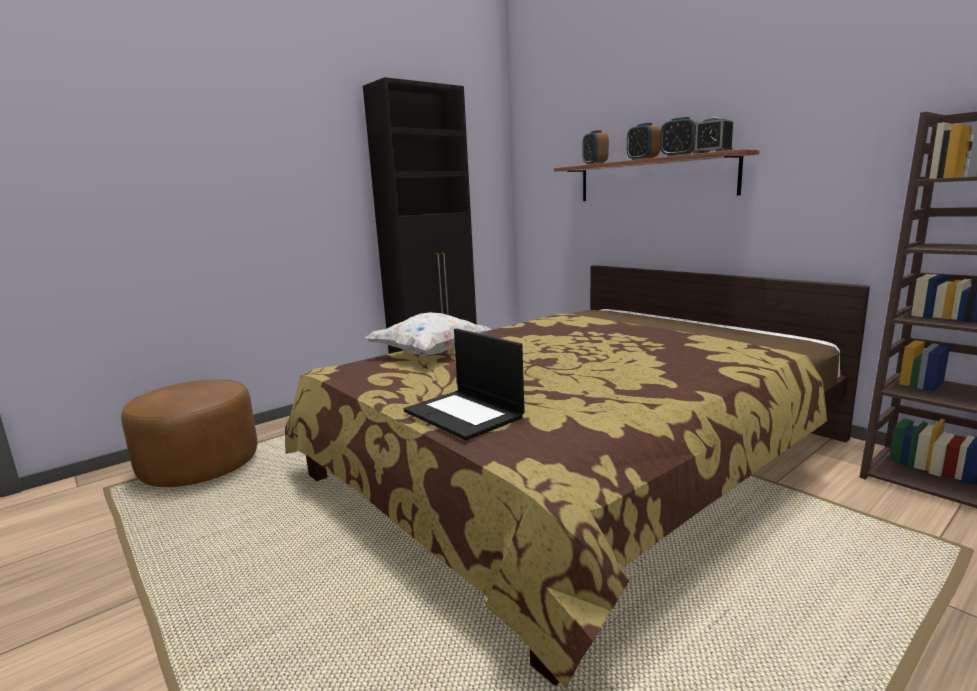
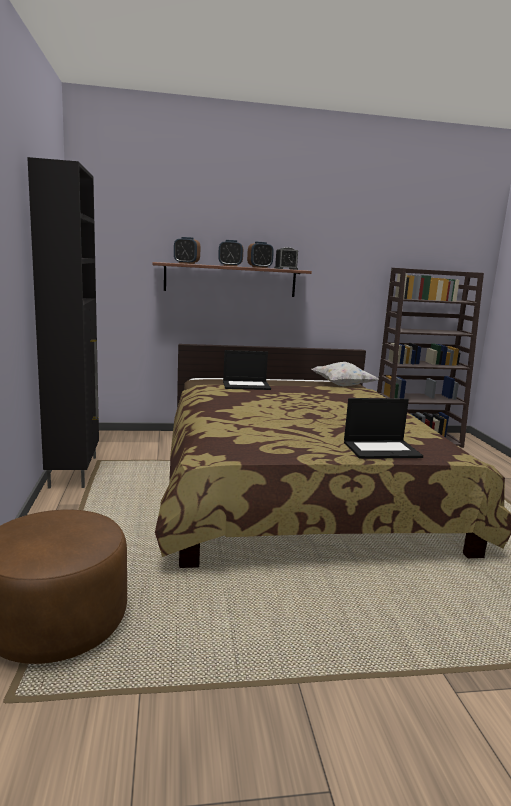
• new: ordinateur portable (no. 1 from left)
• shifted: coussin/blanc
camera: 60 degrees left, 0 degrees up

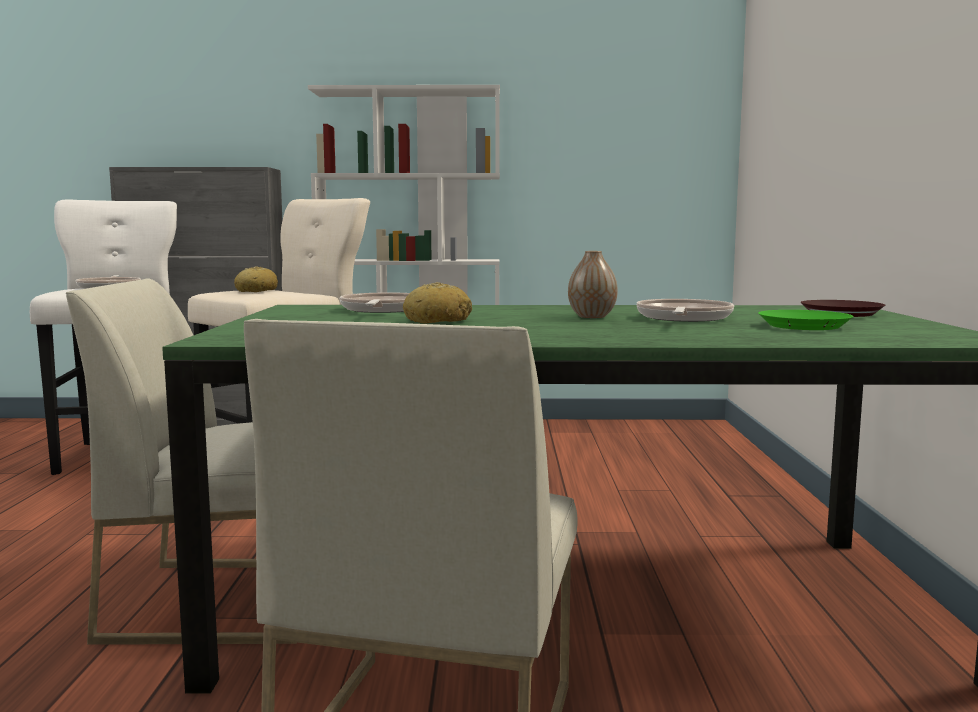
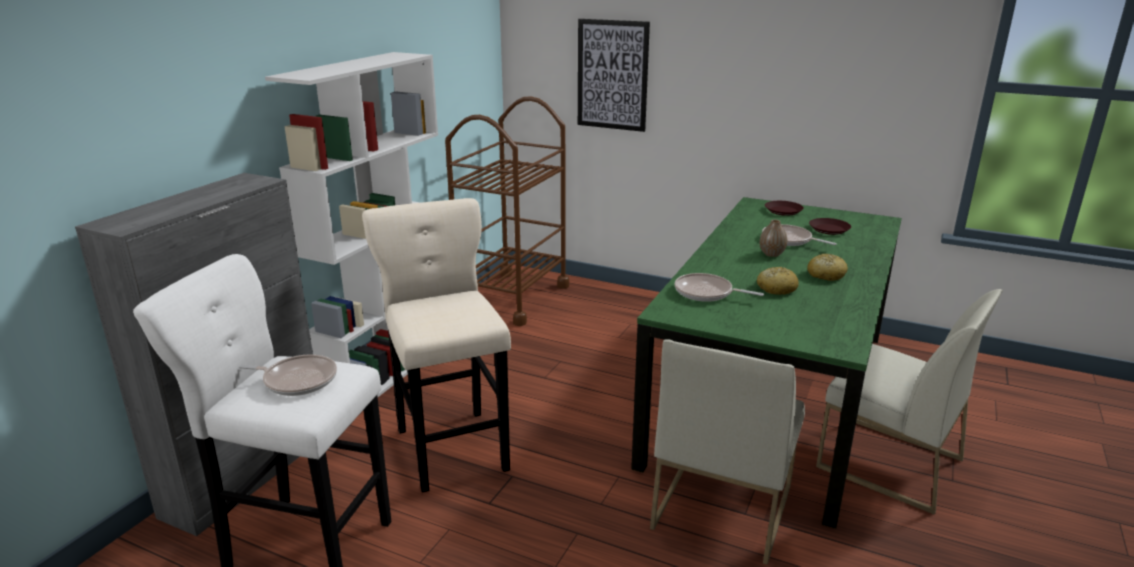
• new: chariot/marron
• new: tableau
• shifted: pain (no. 1 from left in the first image) to pain (no. 2 from left)
• repainted: assiette/vert to assiette/marron (no. 2 from left)
camera: 65 degrees left, 15 degrees up

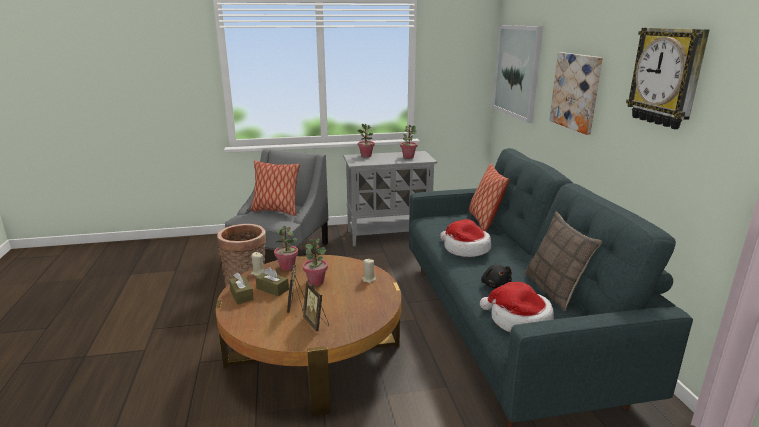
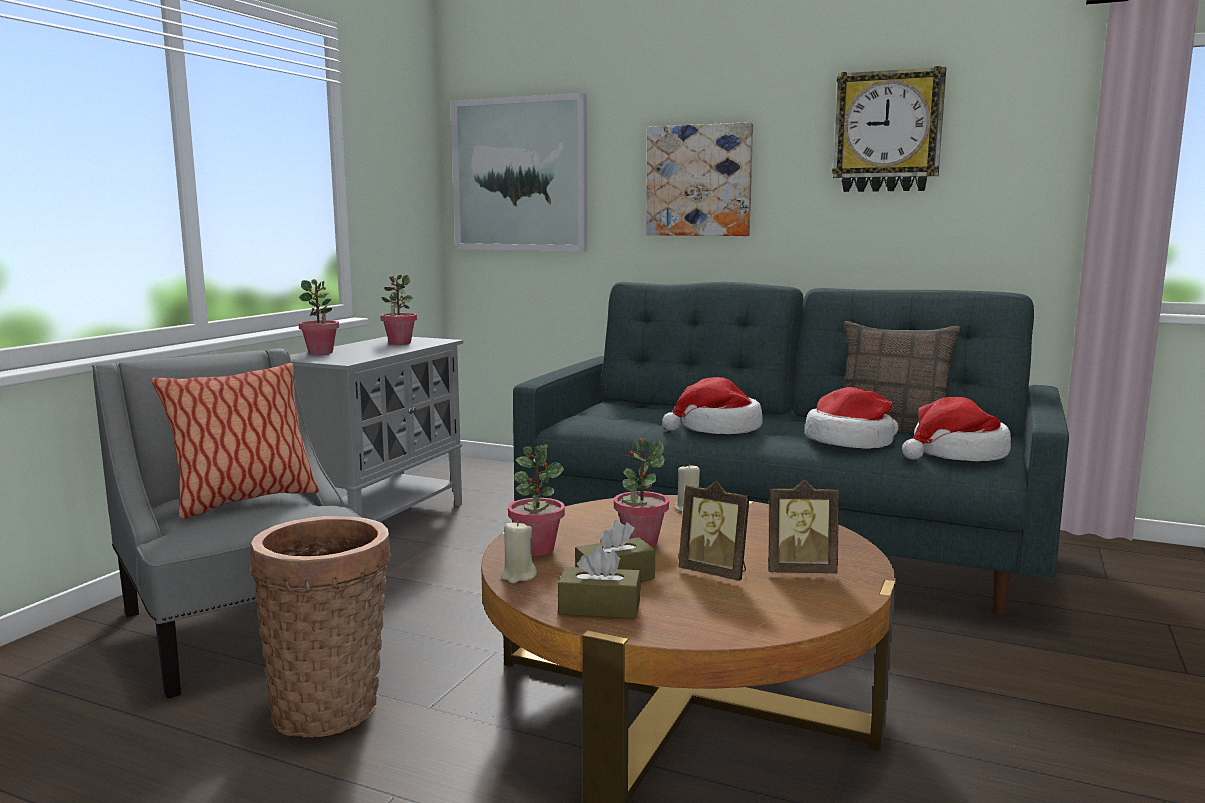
• gone: coussin (no. 2 from left)
• swapped: peluche/noir to chapeau (no. 2 from left)
camera: 55 degrees left, 10 degrees down

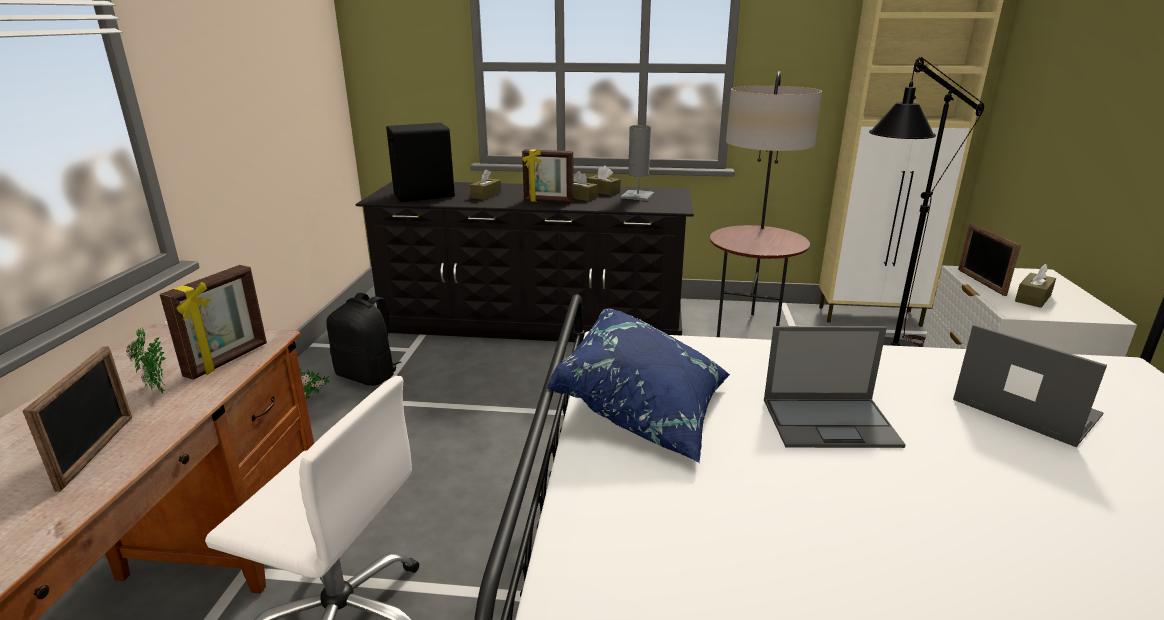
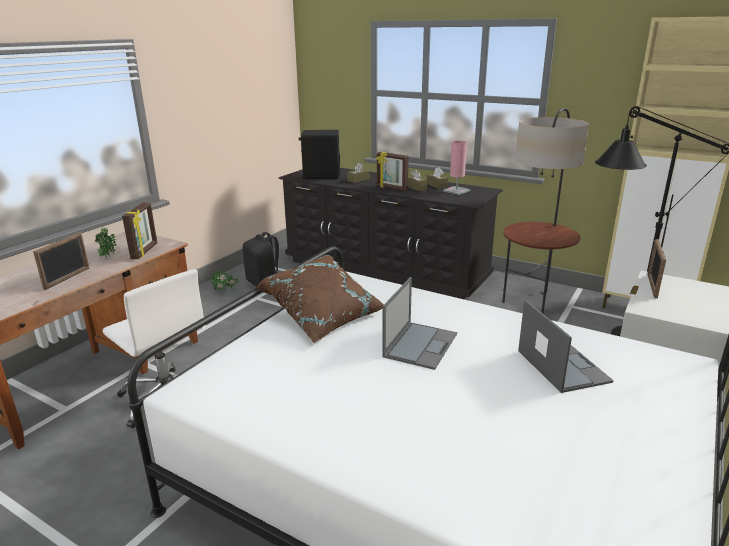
• gone: boîte à mouchoirs/marron (no. 4 from left)
• repainted: coussin/bleu to coussin/marron
• repainted: lampe de table/gris to lampe de table/rose
• rotated: cadre photo (no. 2 from left) 45 degrees counterclockwise
• rotated: ordinateur portable (no. 1 from left) 90 degrees counterclockwise
camera: 25 degrees right, 0 degrees up

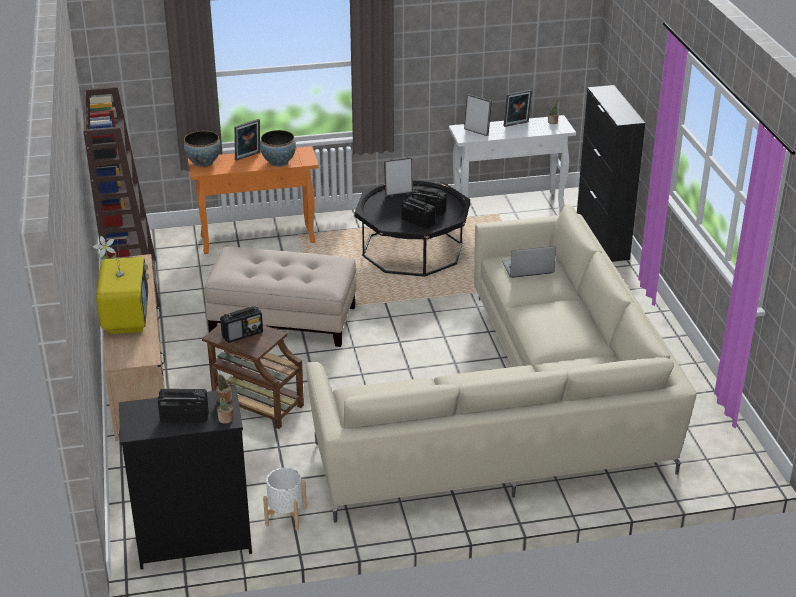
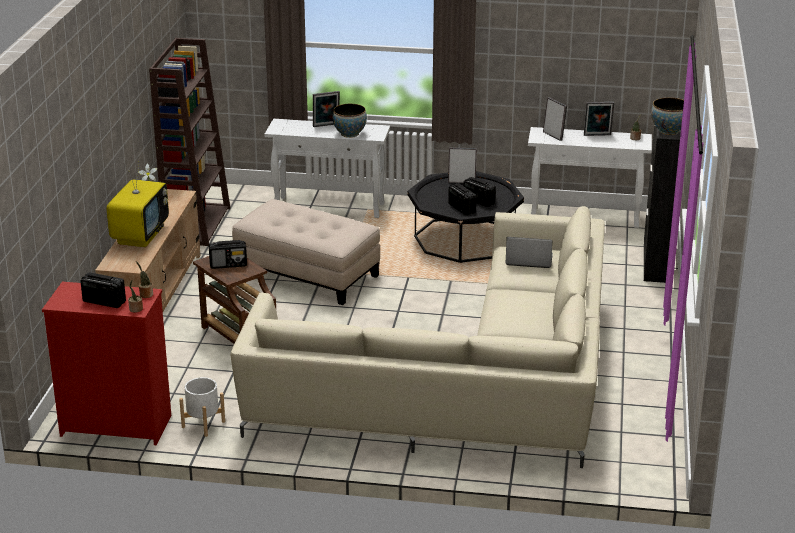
• shifted: bol (no. 1 from left in the first image) to bol (no. 2 from left)
• repainted: commode/noir to commode/rouge
• repainted: table console/orange to table console/blanc (no. 1 from left)
camera: 20 degrees right, 5 degrees down

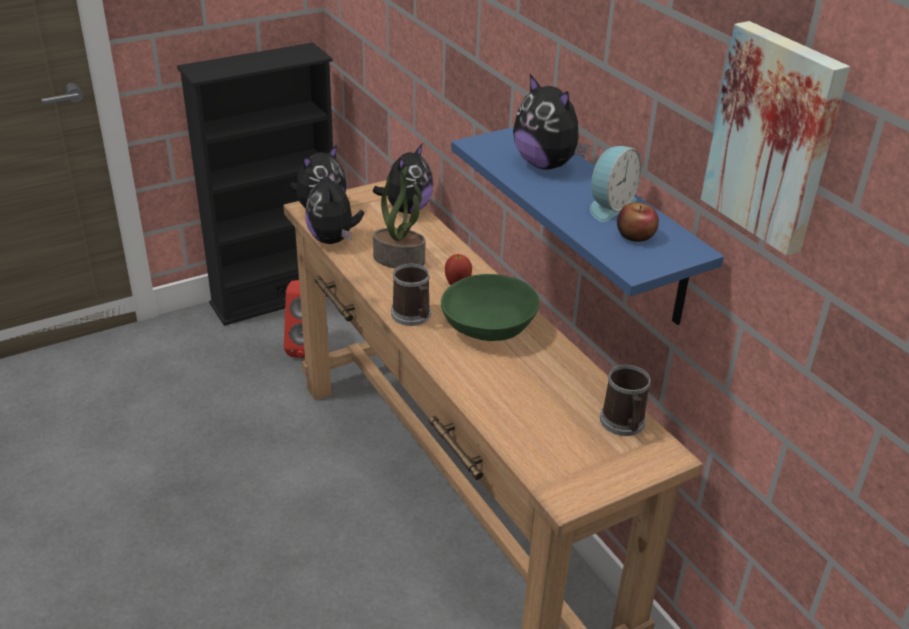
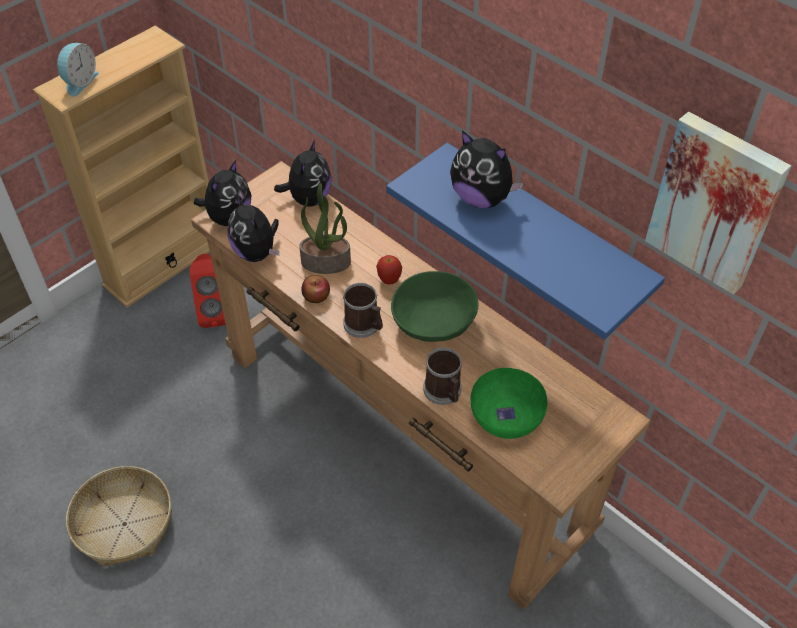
• new: panier
• new: bol/vert (no. 2 from left)
• shifted: réveil
• shifted: mug (no. 2 from left)
• shifted: pomme (no. 2 from left in the first image) to pomme (no. 1 from left)
• repainted: bibliothèque/noir to bibliothèque/beige
camera: 15 degrees left, 15 degrees up

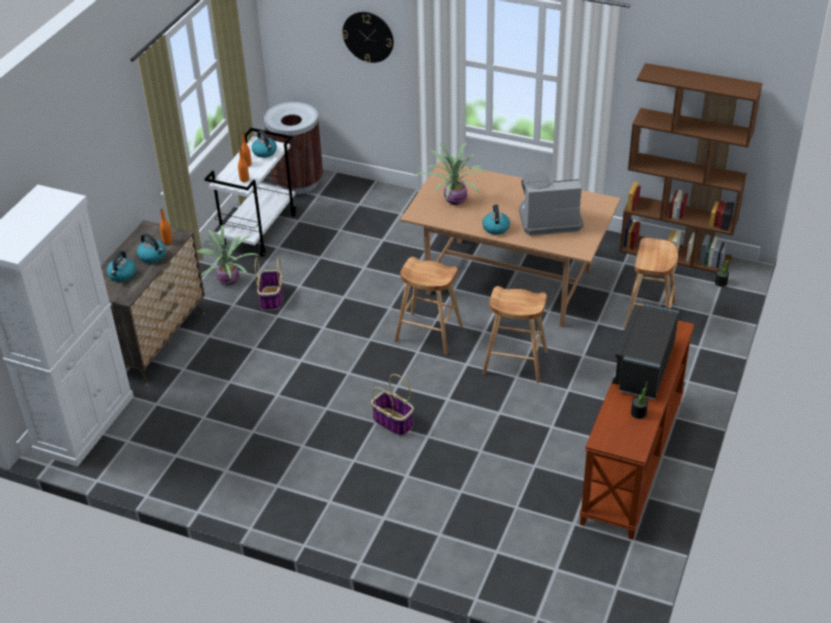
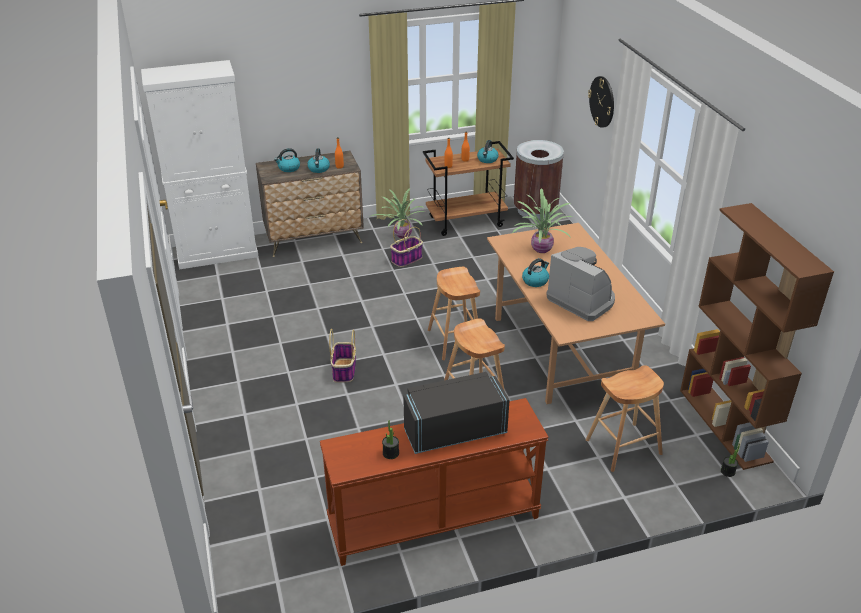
• repainted: chariot/blanc to chariot/marron
camera: 50 degrees right, 5 degrees down

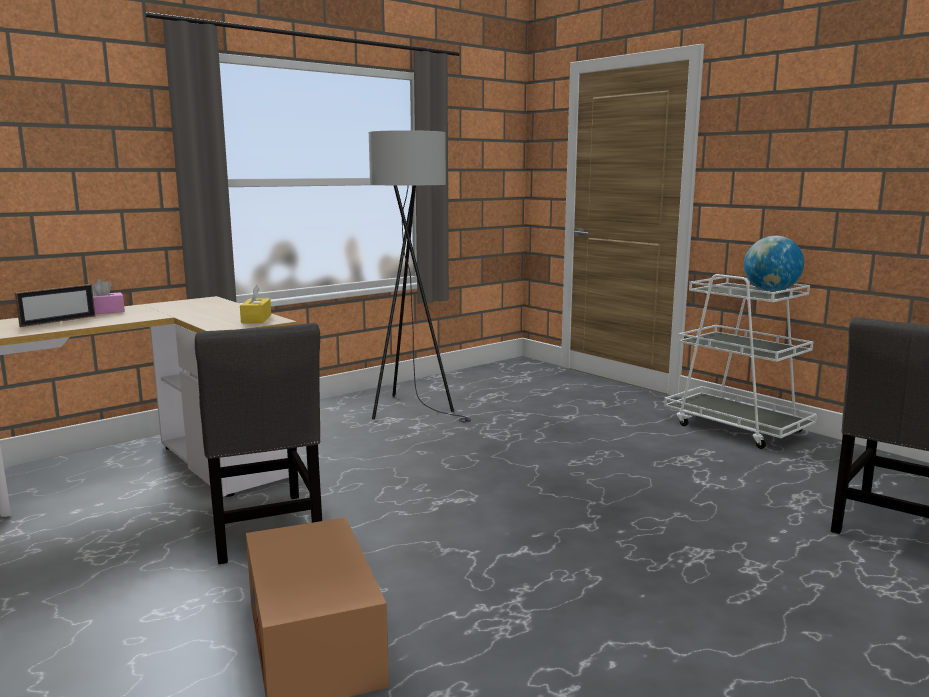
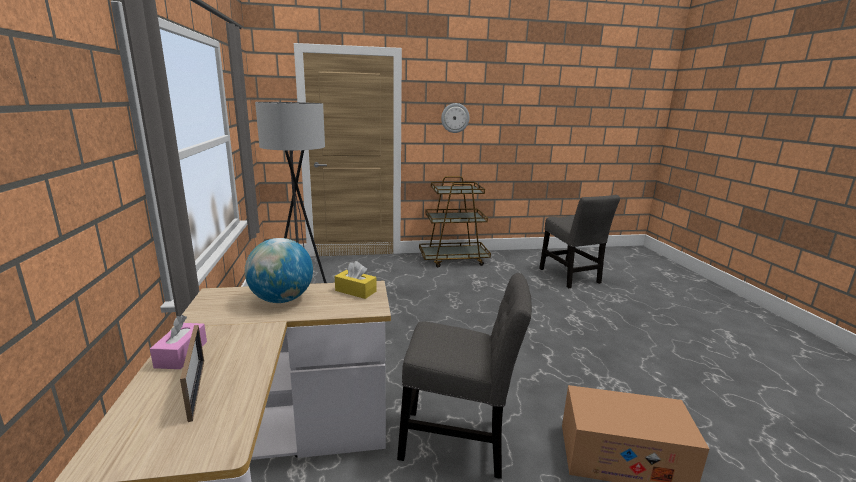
• new: horloge murale
• shifted: globe
• repainted: chariot/blanc to chariot/marron
camera: 60 degrees left, 5 degrees up

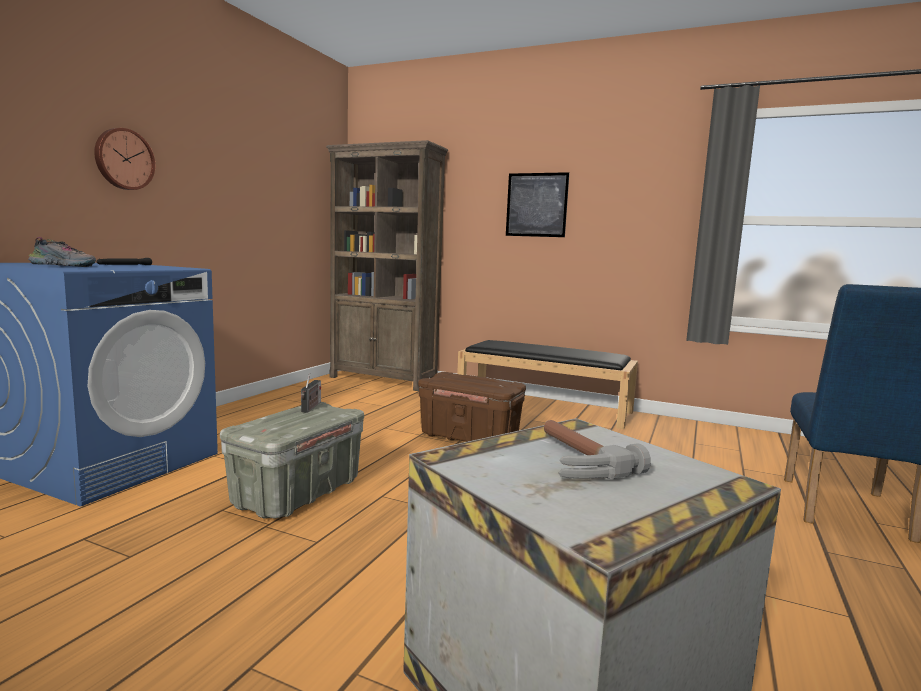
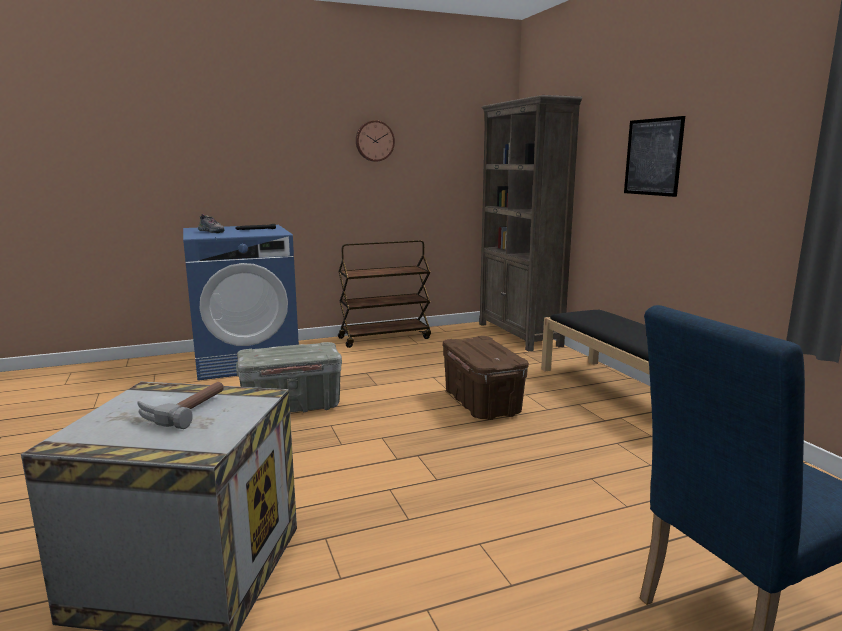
• gone: radio
• new: chariot/marron
• shifted: horloge murale
camera: 45 degrees right, 5 degrees up

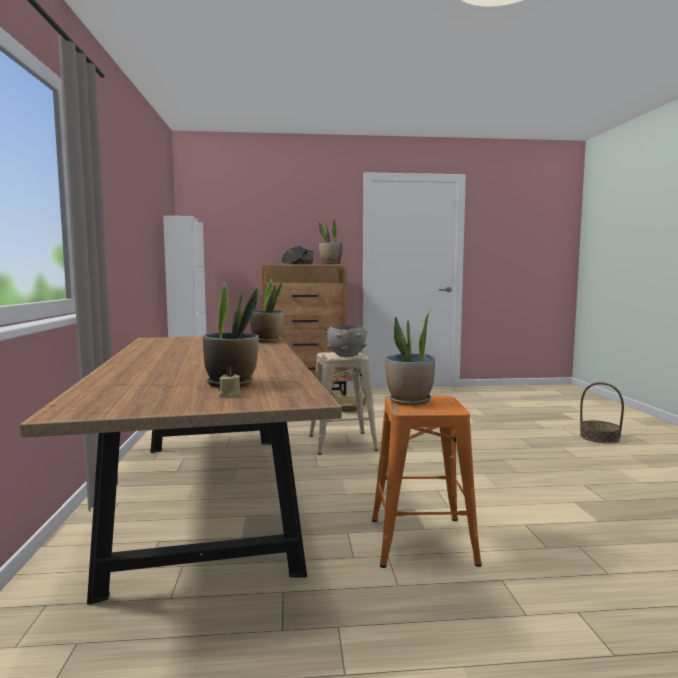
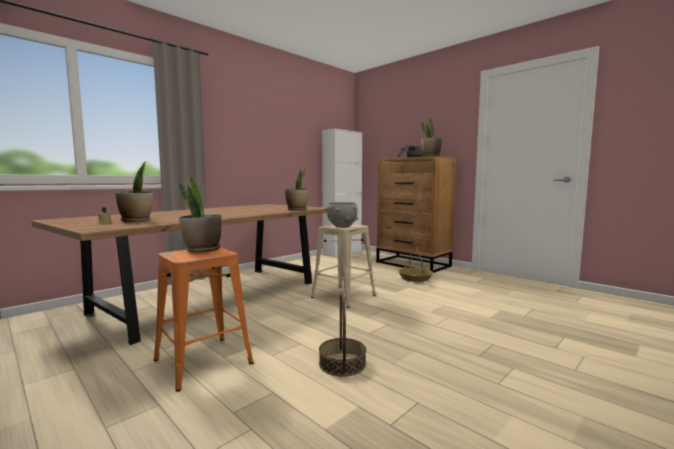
• shifted: panier (no. 2 from left in the first image) to panier (no. 1 from left)
camera: 50 degrees right, 0 degrees up

